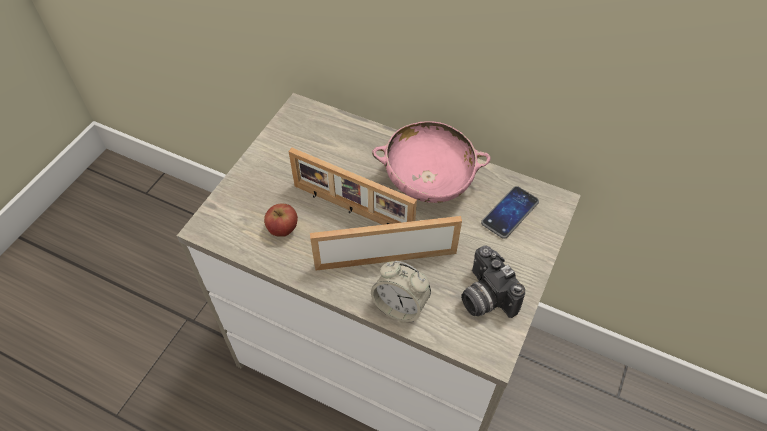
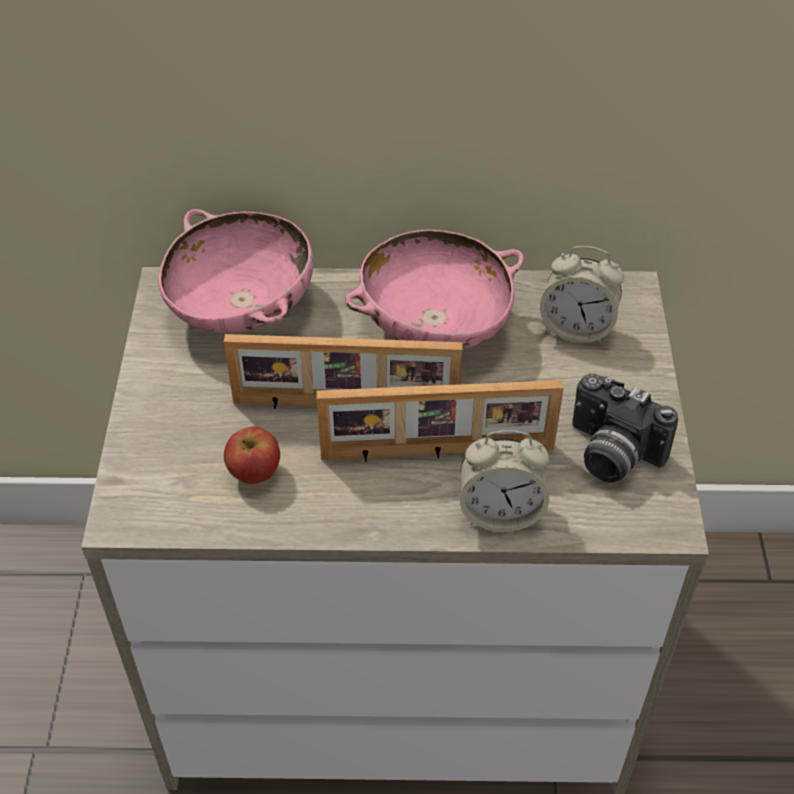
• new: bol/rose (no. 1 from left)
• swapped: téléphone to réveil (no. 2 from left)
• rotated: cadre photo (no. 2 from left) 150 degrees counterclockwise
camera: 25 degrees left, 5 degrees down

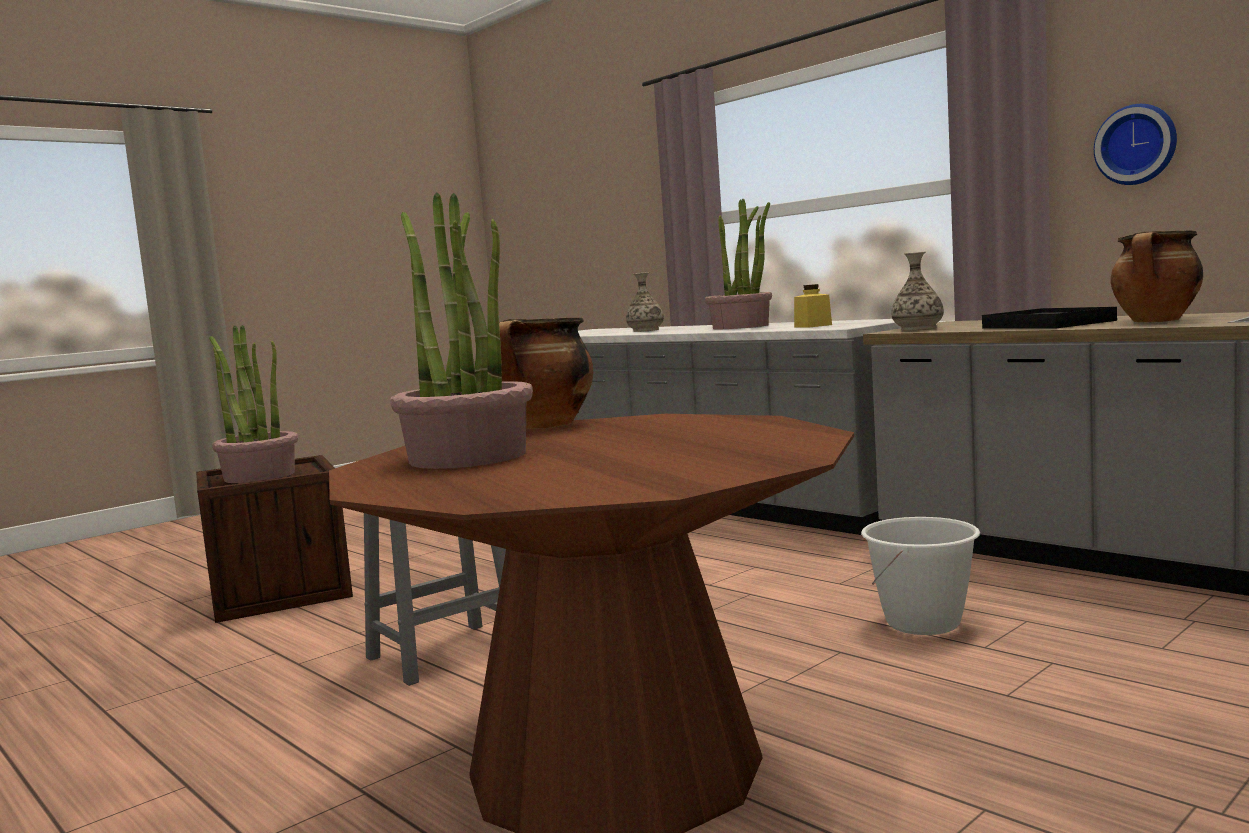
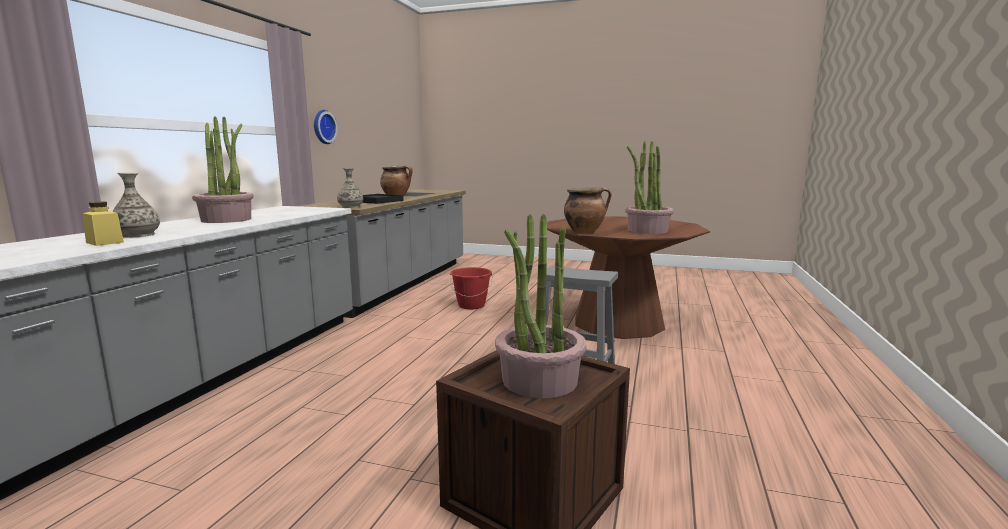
• shifted: bocal/jaune
• repainted: seau/blanc to seau/rouge
camera: 120 degrees left, 5 degrees up

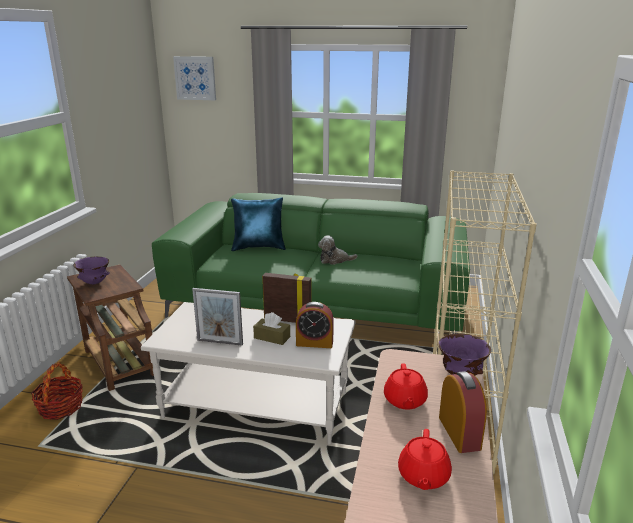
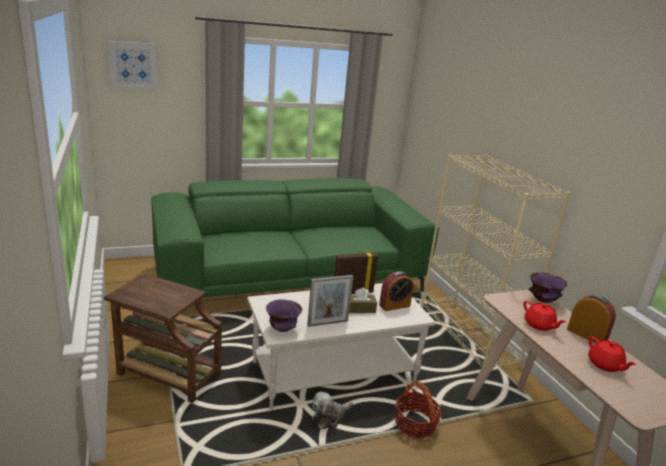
• gone: coussin/bleu
• shifted: panier
• shifted: bol/violet (no. 1 from left)
• shifted: peluche
camera: 35 degrees left, 0 degrees up

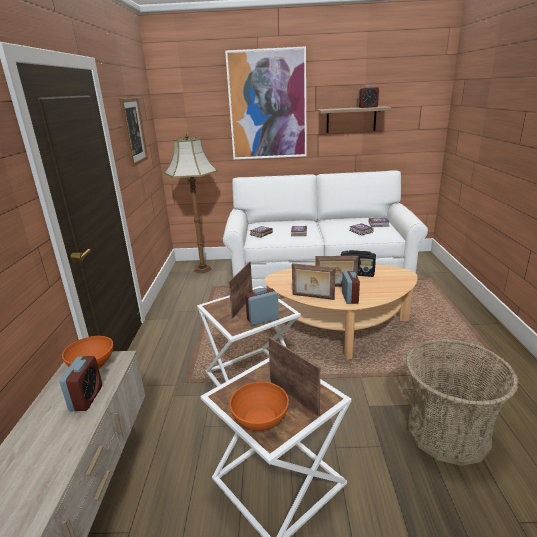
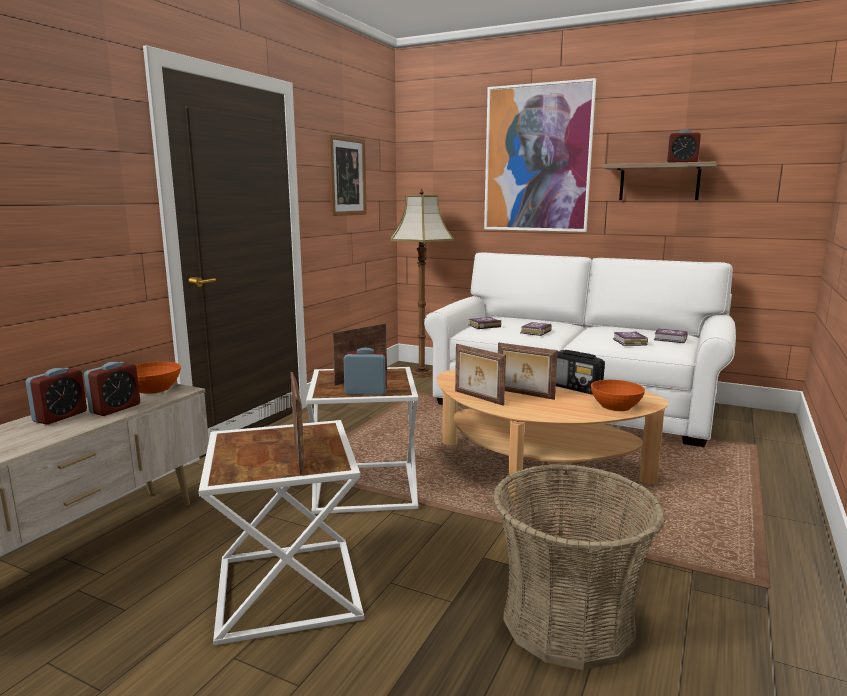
• shifted: bol/orange (no. 2 from left)
• shifted: réveil (no. 3 from left in the first image) to réveil (no. 1 from left)
camera: 25 degrees right, 10 degrees down

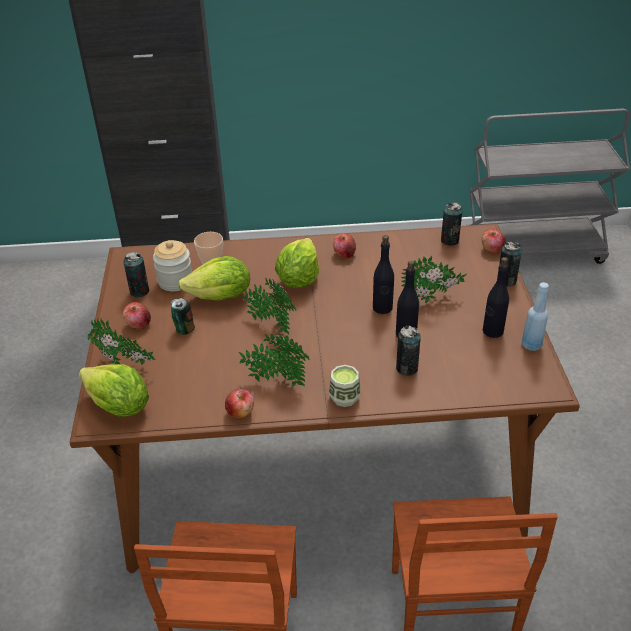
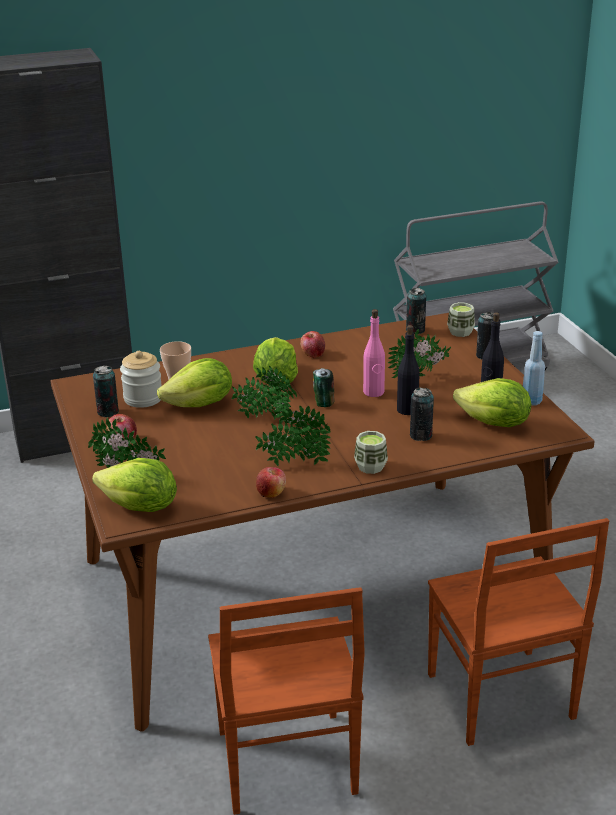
• new: laitue (no. 4 from left)
• shifted: boîte métallique (no. 2 from left)
• swapped: pomme (no. 4 from left) to tasse (no. 3 from left)
• repainted: bouteille/noir (no. 1 from left) to bouteille/rose
camera: 15 degrees left, 10 degrees down

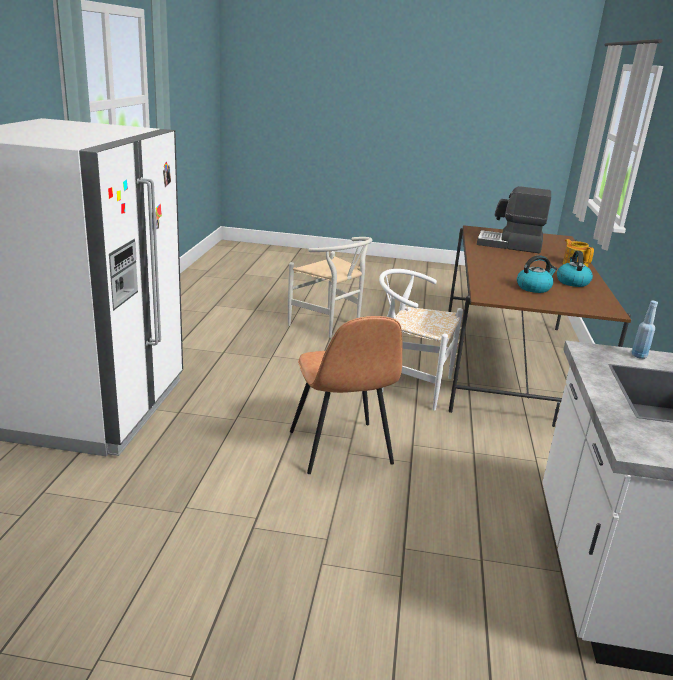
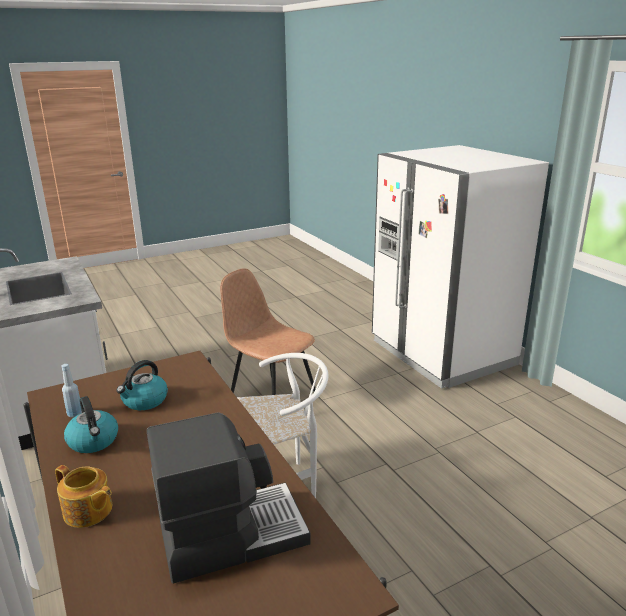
• gone: chaise/blanc (no. 1 from left)
• shifted: bouteille/bleu
camera: 145 degrees right, 0 degrees up

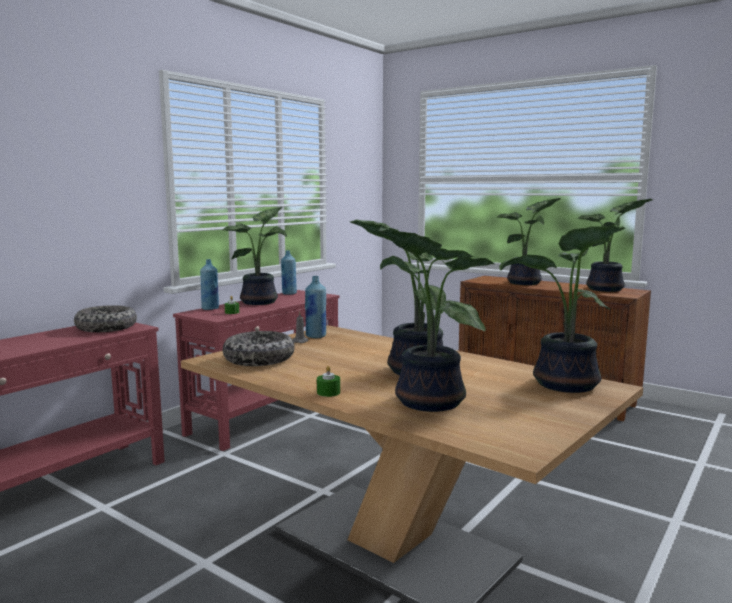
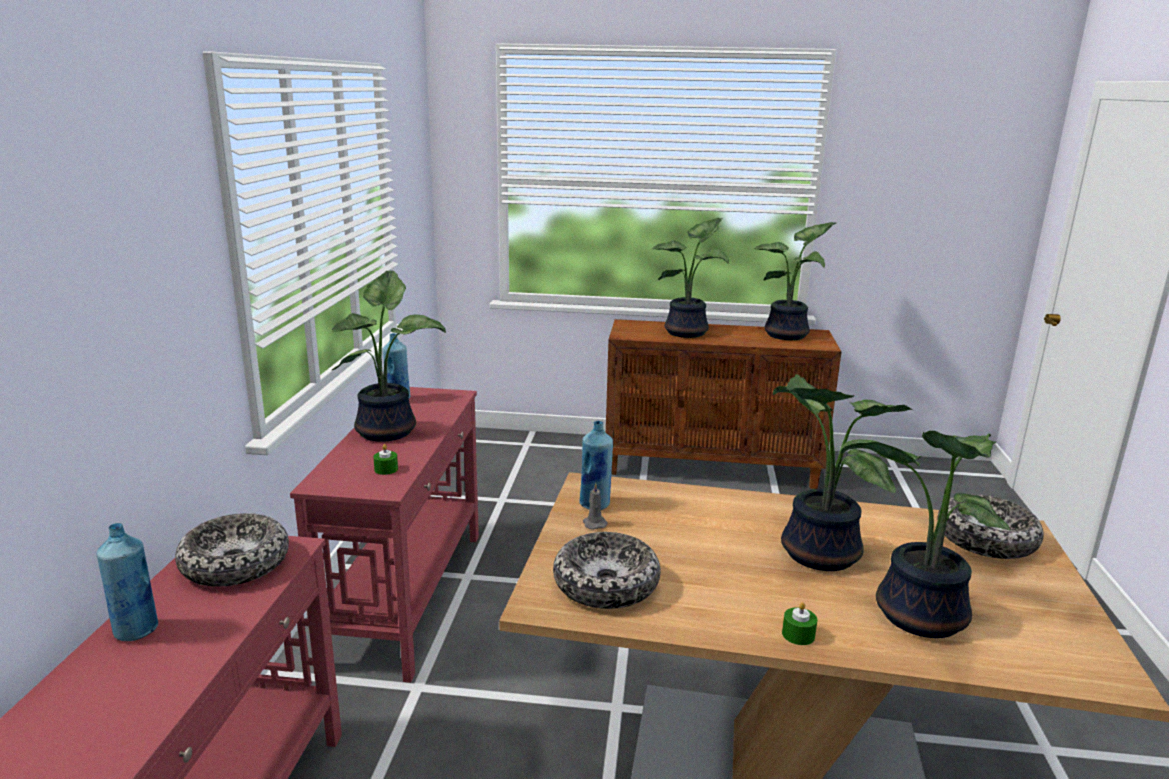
• shifted: bouteille/bleu (no. 1 from left)
• swapped: plante en pot (no. 5 from left) to bol (no. 3 from left)
camera: 30 degrees left, 10 degrees up

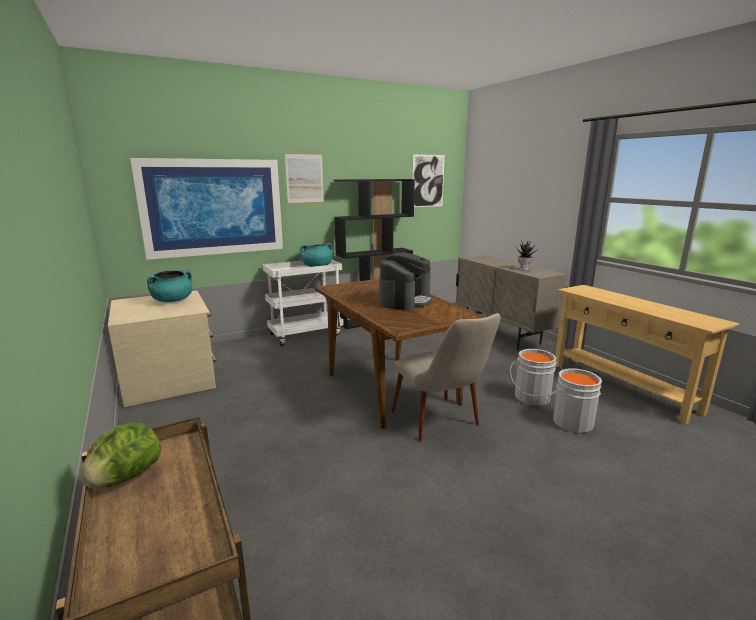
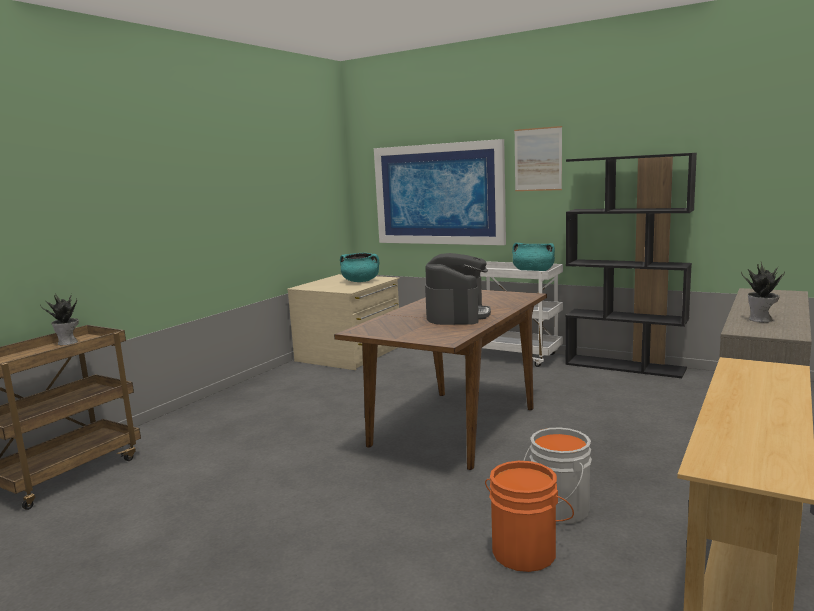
• gone: chaise/beige
• gone: tableau (no. 3 from left)
• swapped: laitue to plante en pot (no. 1 from left)
• repainted: seau/gris (no. 2 from left) to seau/orange
• rotated: machine à café 75 degrees counterclockwise
camera: 60 degrees right, 5 degrees down

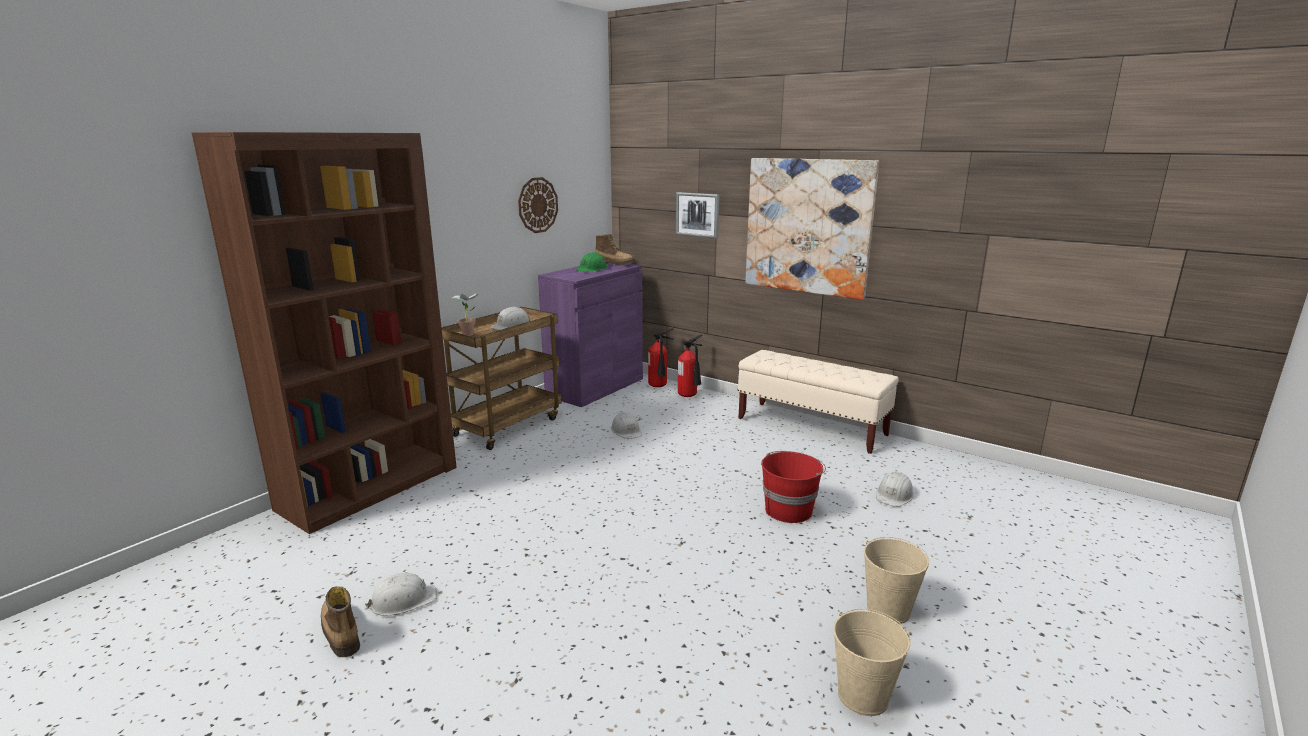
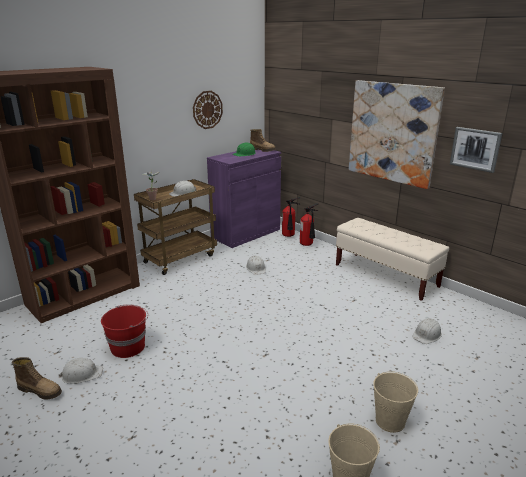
• shifted: tableau (no. 1 from left in the first image) to tableau (no. 2 from left)
• shifted: seau/rouge
• rotated: botte (no. 1 from left) 135 degrees clockwise
camera: 10 degrees right, 5 degrees up

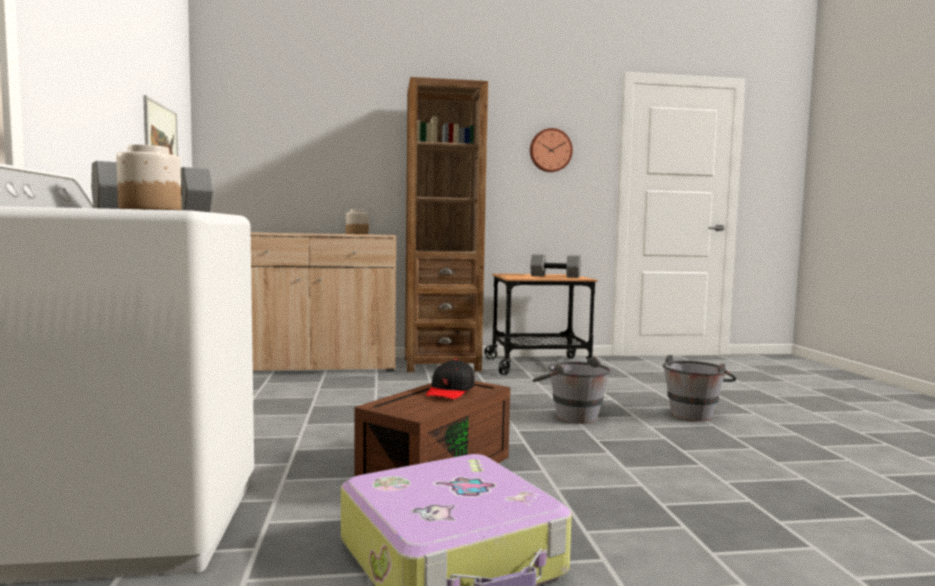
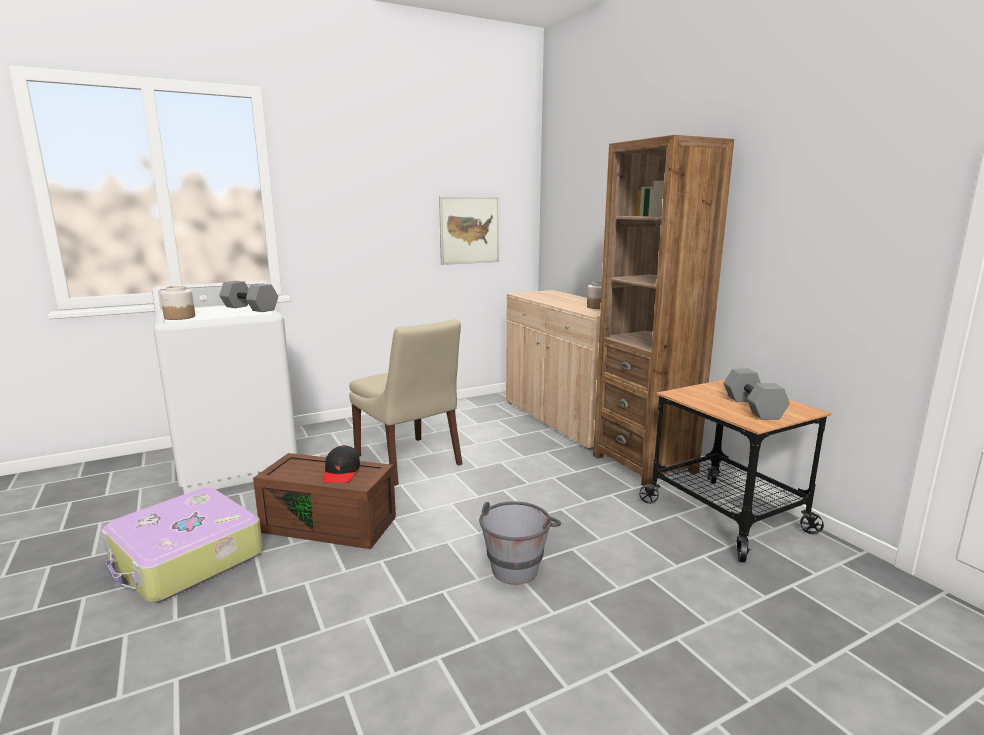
• gone: horloge murale
• gone: seau/gris (no. 2 from left)
• new: chaise/beige
• rotated: casquette/noir 90 degrees counterclockwise
camera: 70 degrees right, 10 degrees up

